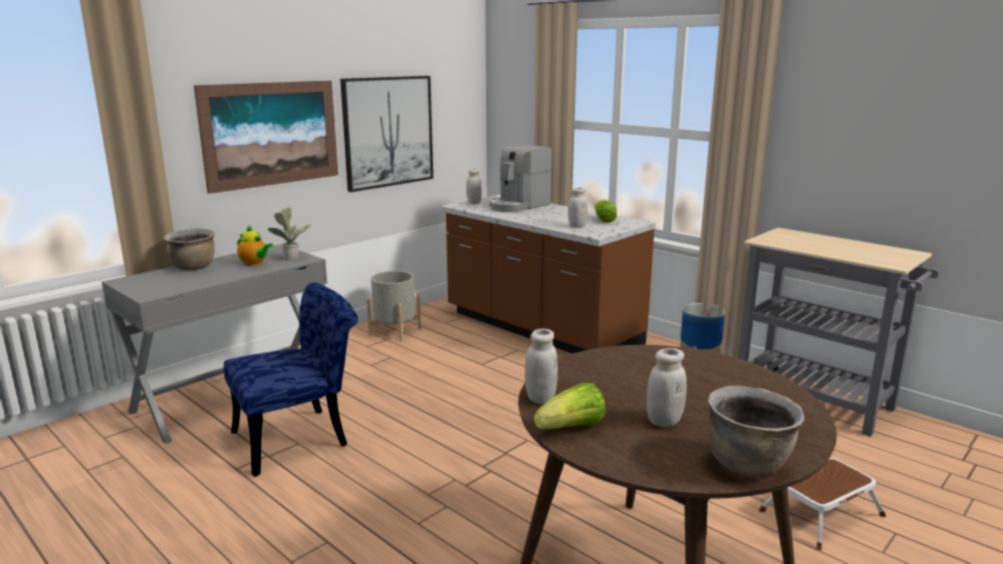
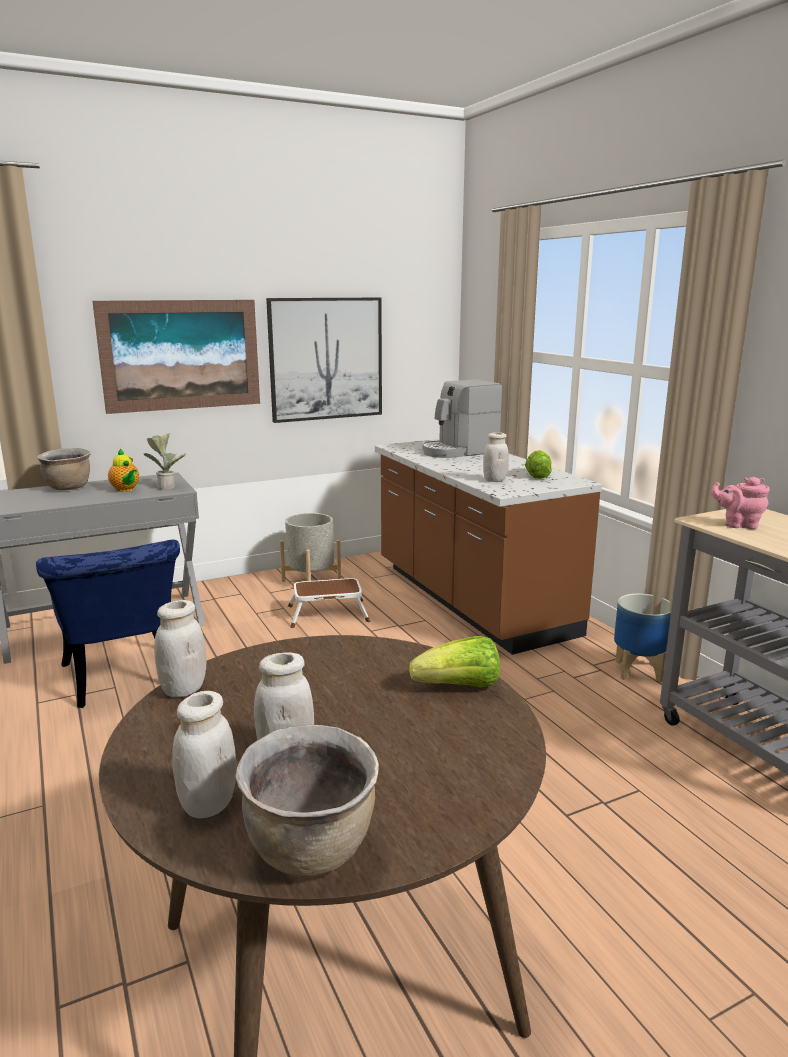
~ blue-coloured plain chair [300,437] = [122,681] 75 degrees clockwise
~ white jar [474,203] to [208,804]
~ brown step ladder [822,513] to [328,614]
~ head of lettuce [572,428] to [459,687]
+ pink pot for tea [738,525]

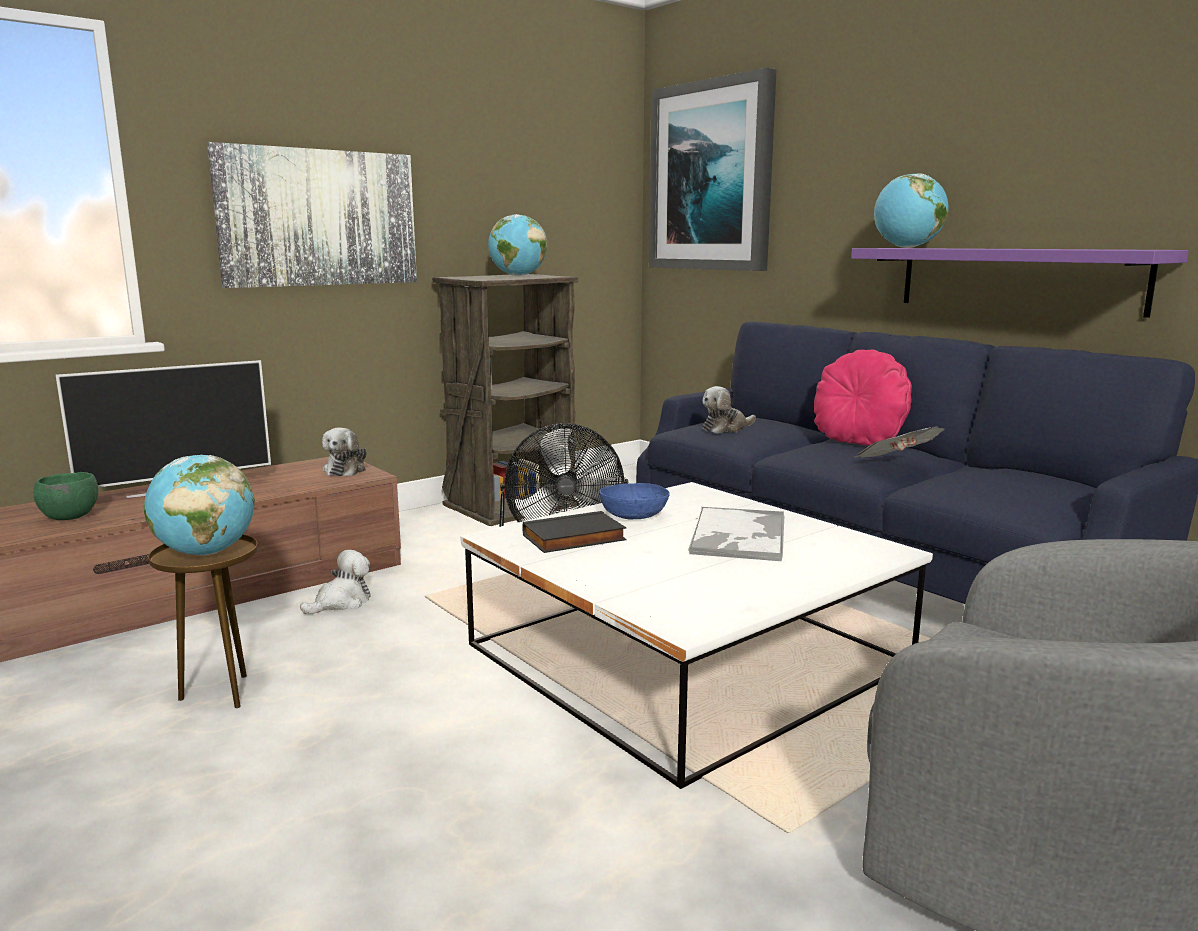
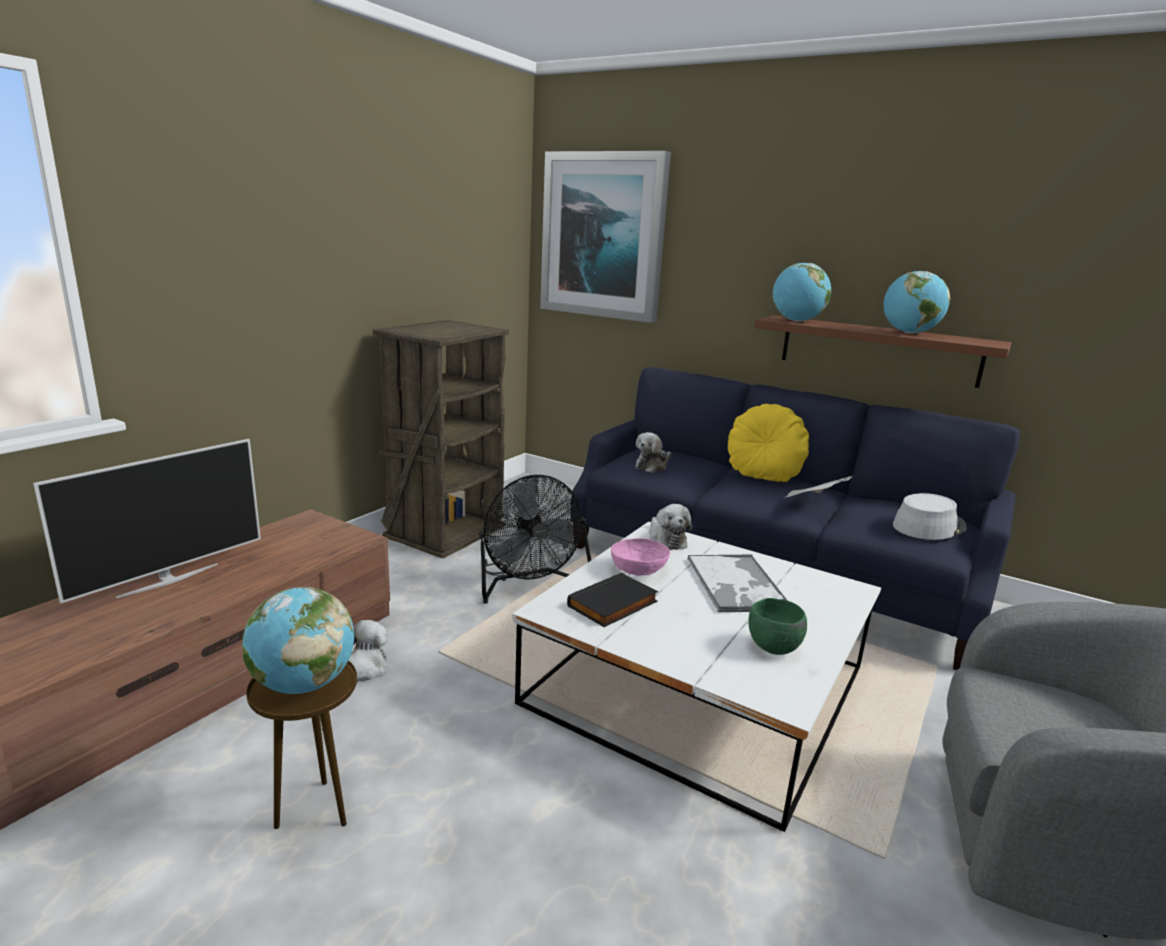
~ blue-coloured serving bowl [634,516] to pink serving bowl [638,569]
~ cuddly toy [346,470] to [666,540]
~ pink throw pillow [858,442] to yellow-coloured throw pillow [763,477]
~ greenish serving bowl [69,517] to [772,648]
~ purple wall shelf [1017,279] to brown wall shelf [878,350]
~ globe [518,276] to [909,333]
+ grey wearable hat [928,526]
- wall picture [319,218]

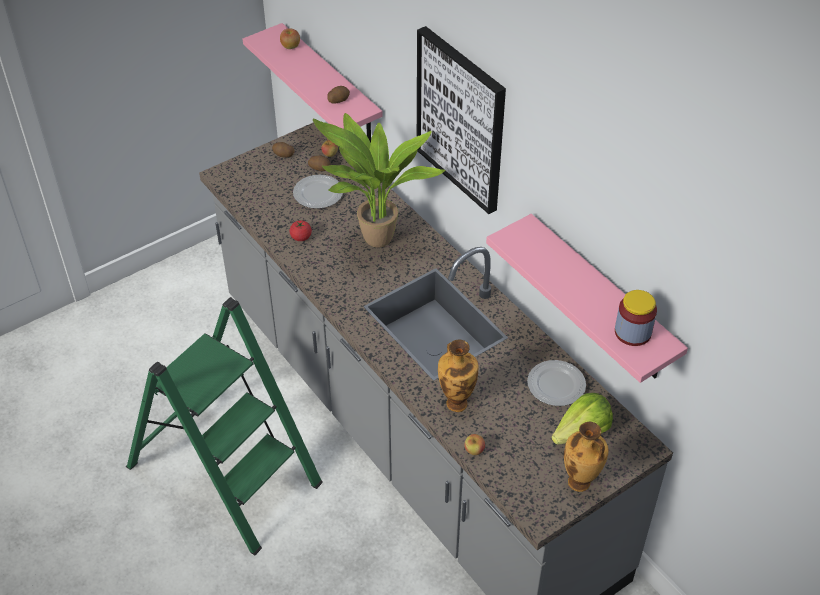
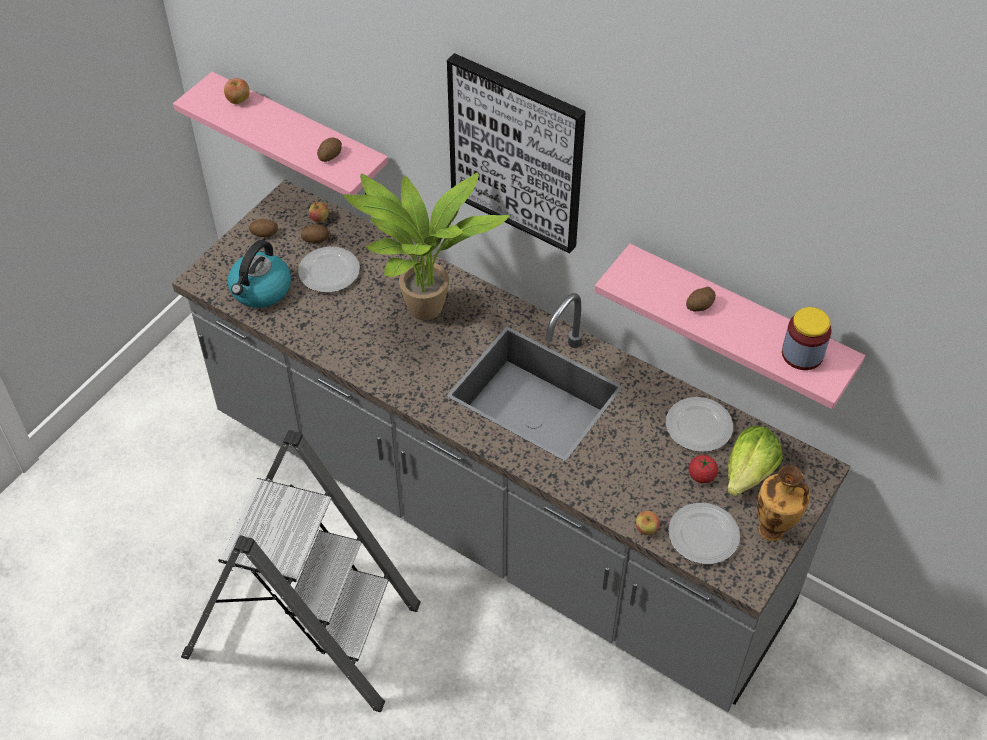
~ greenish step ladder [222,472] to grey step ladder [299,627]
+ water kettle [260,290]
+ plate [703,536]
+ potato [700,306]
~ fresh tomato [301,237] to [701,475]
- decorative vase [456,402]

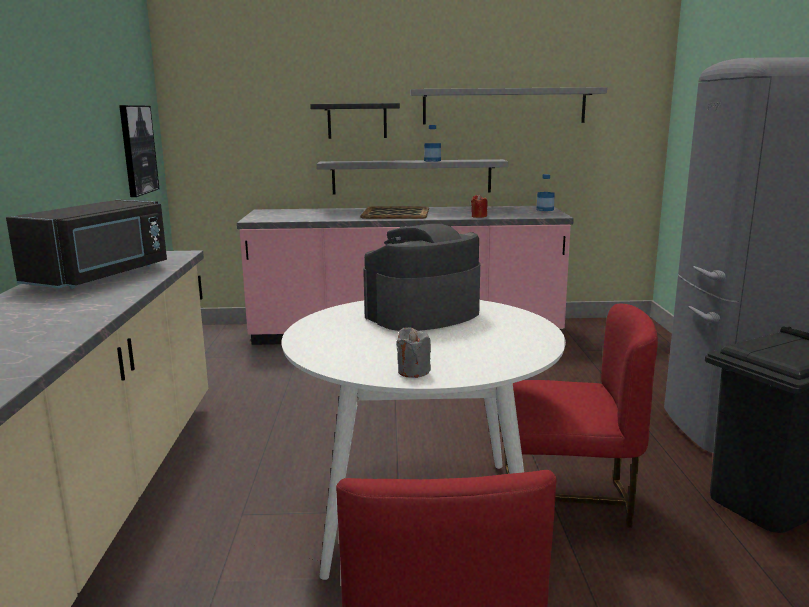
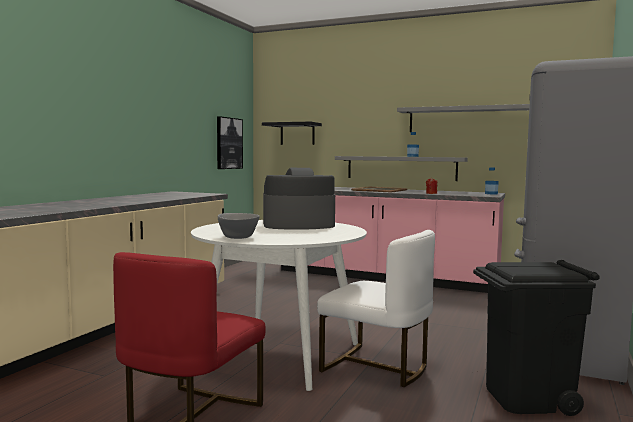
~ grey wax candle [413,371] to grey serving bowl [237,238]
~ black wall shelf [357,121] to [297,134]
~ red-coloured plain chair [565,501] to white plain chair [376,367]
- black microwave oven [102,276]

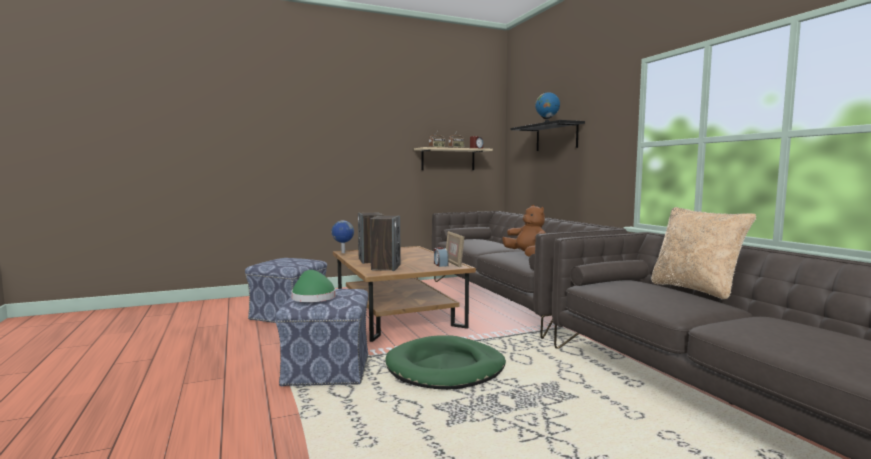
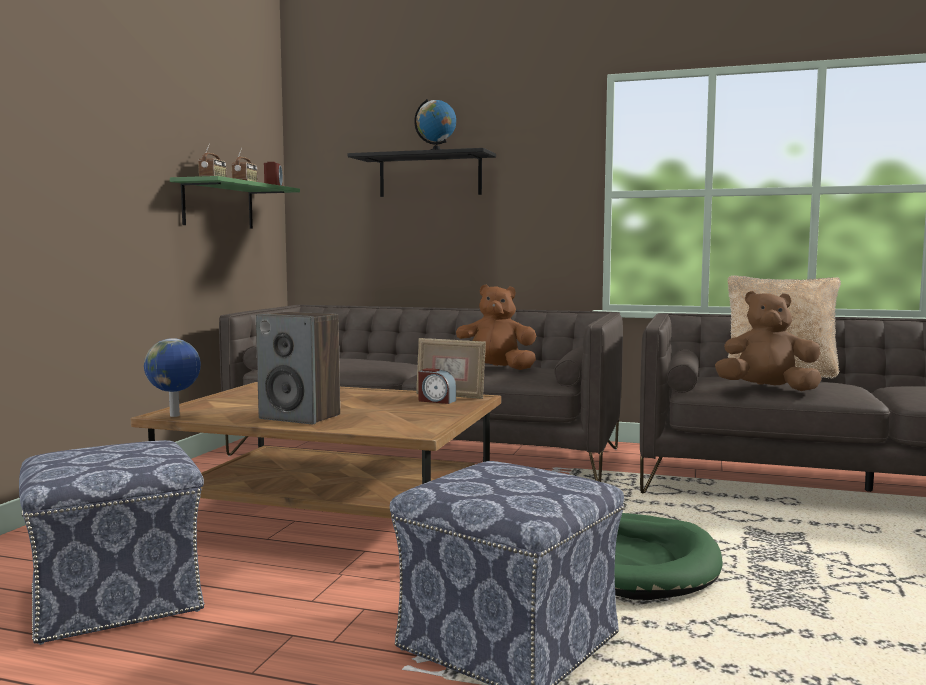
~ beige wall shelf [448,159] to greenish wall shelf [218,205]
+ brown cuddly toy [767,389]
- greenish wearable hat [312,297]
- loudspeaker [386,267]

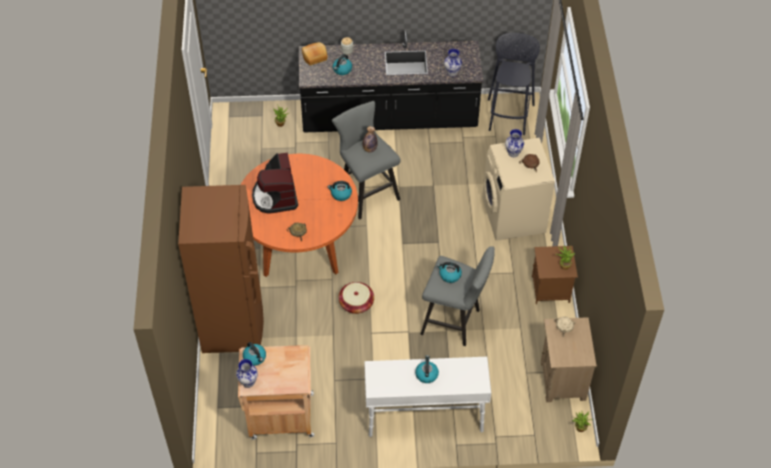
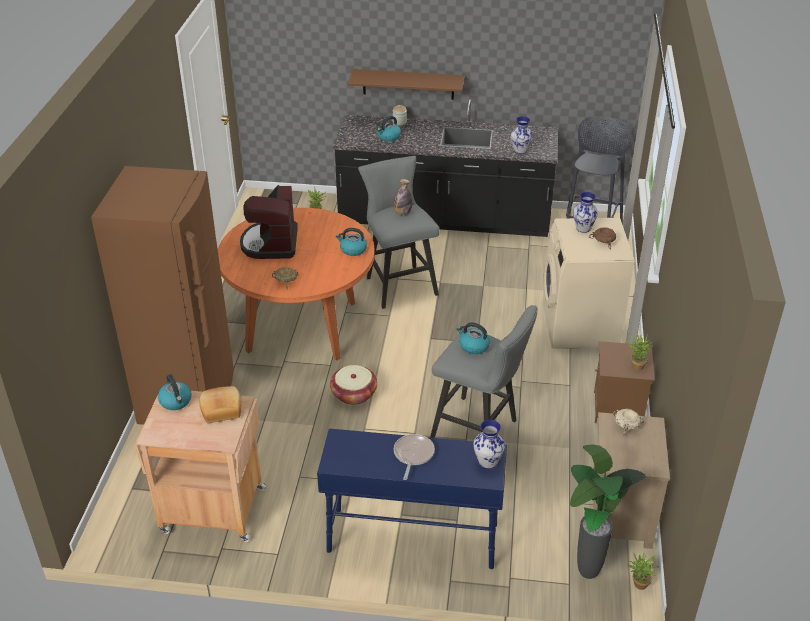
~ bread [314,56] to [221,410]
~ white console table [424,416] to blue-coloured console table [412,537]
+ brown wall shelf [408,84]
~ water kettle [426,374] to frying pan [413,455]
~ decorative vase [247,382] to [487,462]
+ plant in a pot [587,574]

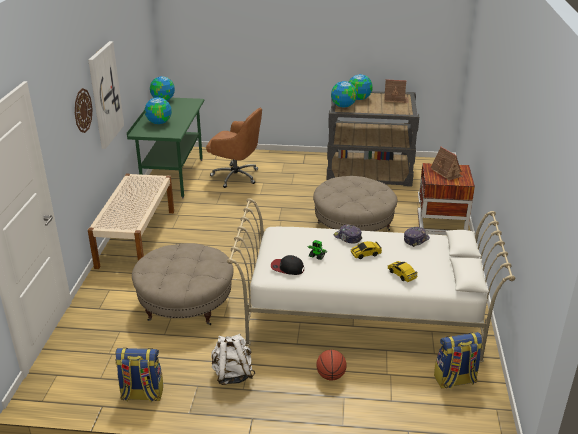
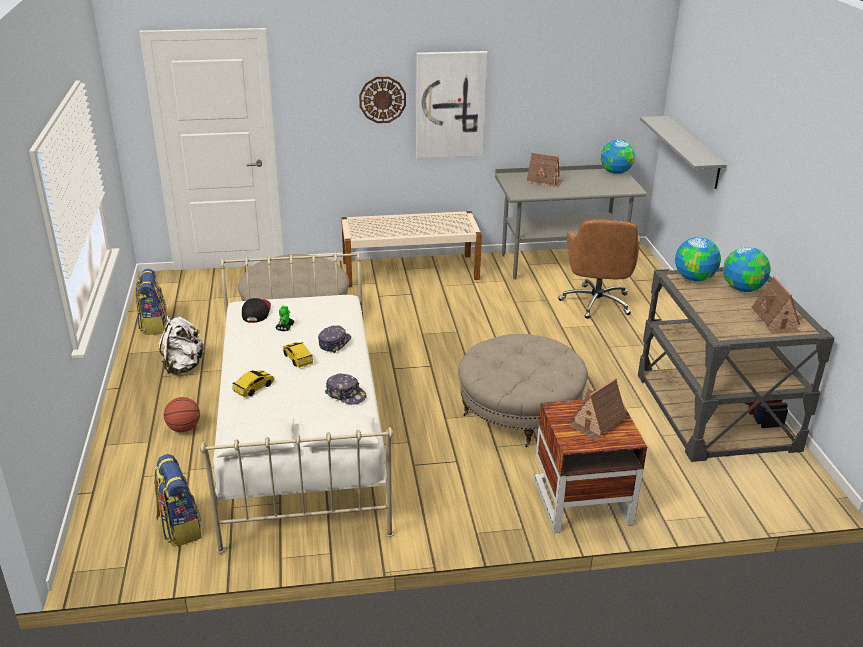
~ greenish desk table [173,177] to grey desk table [561,264]
~ globe [159,123] to model house [544,181]
+ grey wall shelf [693,152]

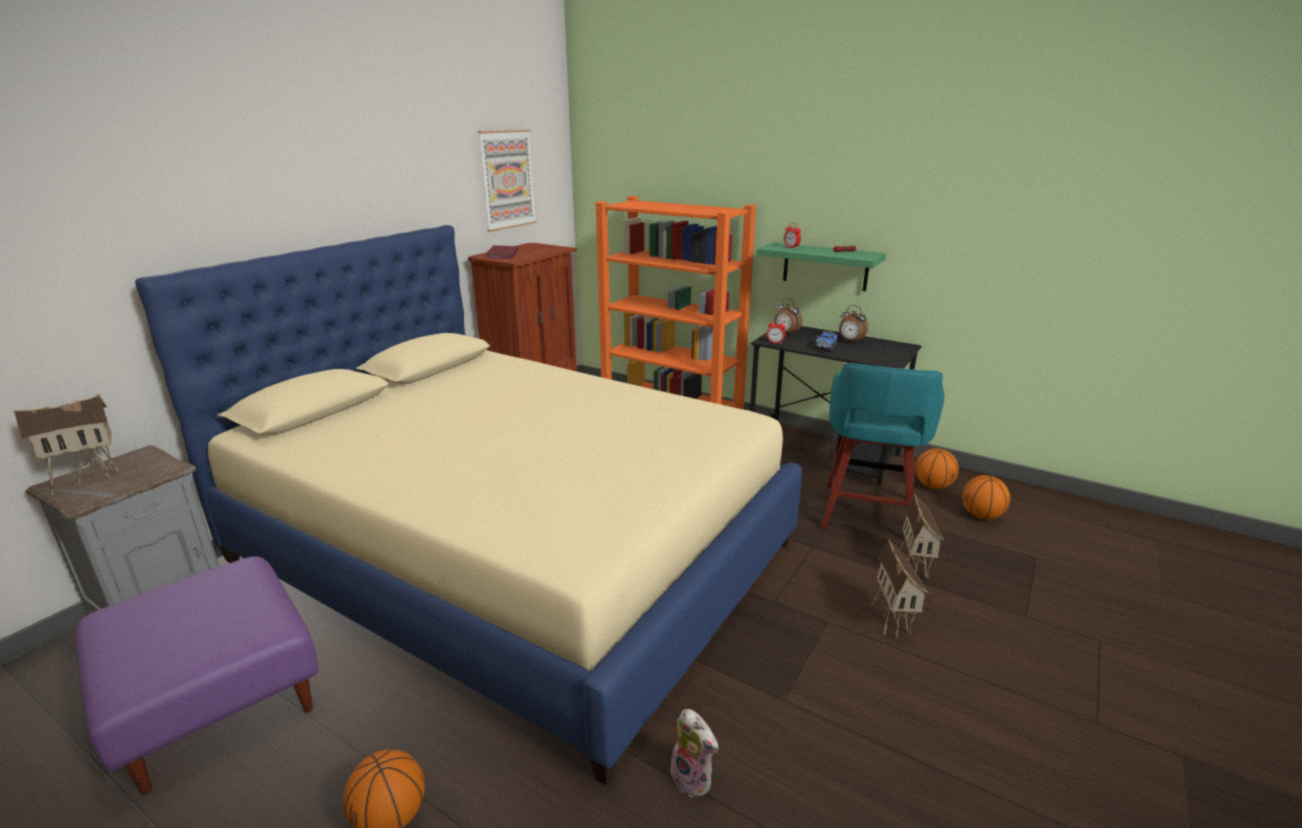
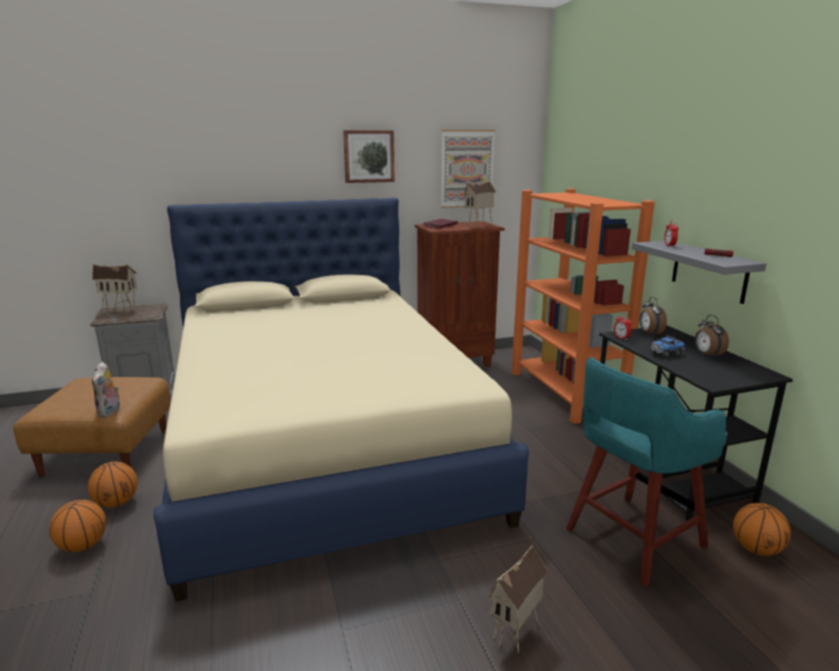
~ purple pouffe [215,702] to brown pouffe [106,452]
~ ball for basketball [981,515] to [116,503]
~ cuddly toy [694,778] to [110,412]
+ wall picture [368,156]
~ model house [914,568] to [479,226]
~ greenish wall shelf [825,266] to grey wall shelf [709,271]

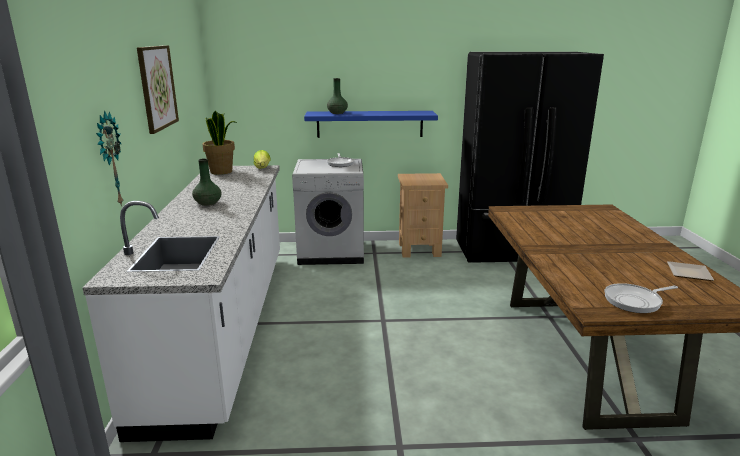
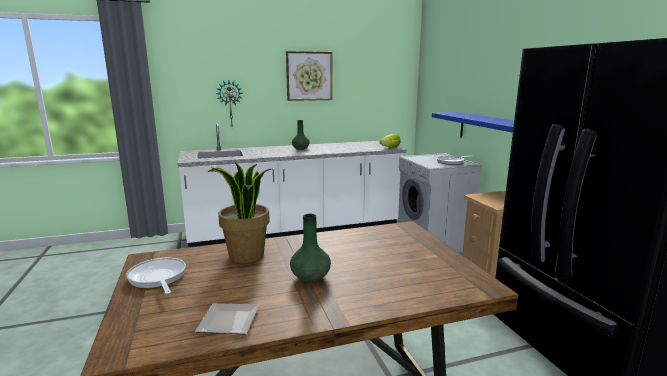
~ plant in a pot [221,172] to [246,256]
~ greenish decorative vase [337,113] to [310,277]

